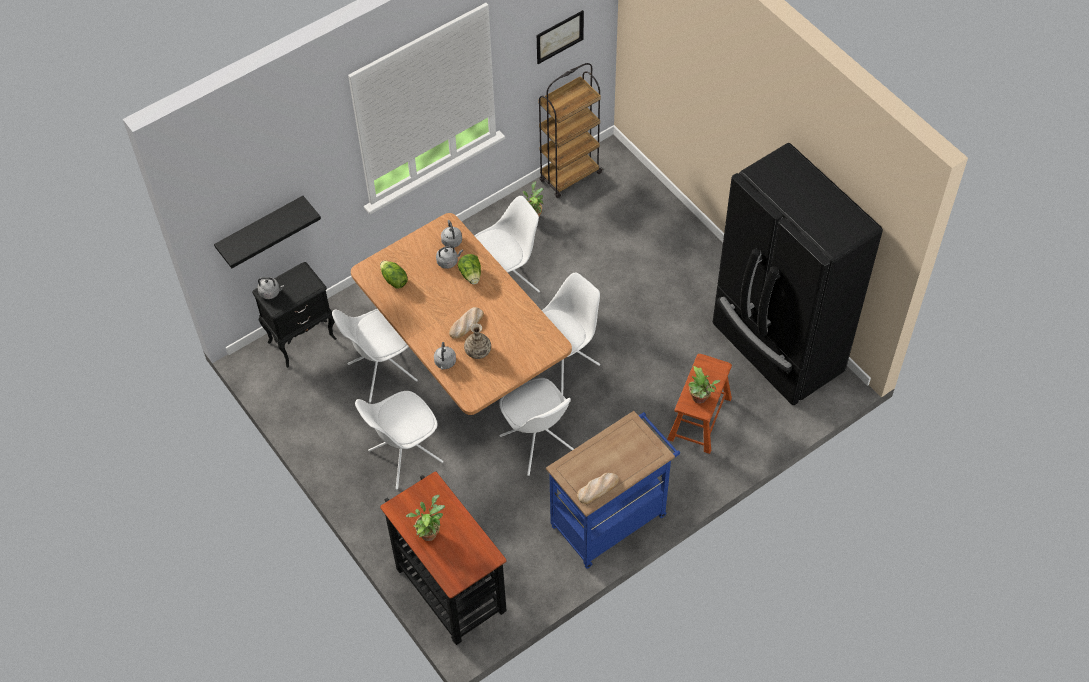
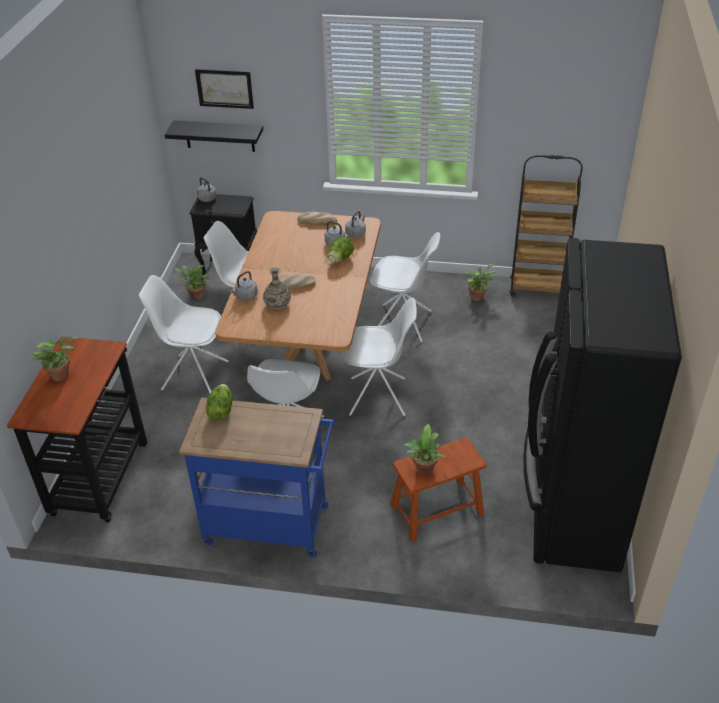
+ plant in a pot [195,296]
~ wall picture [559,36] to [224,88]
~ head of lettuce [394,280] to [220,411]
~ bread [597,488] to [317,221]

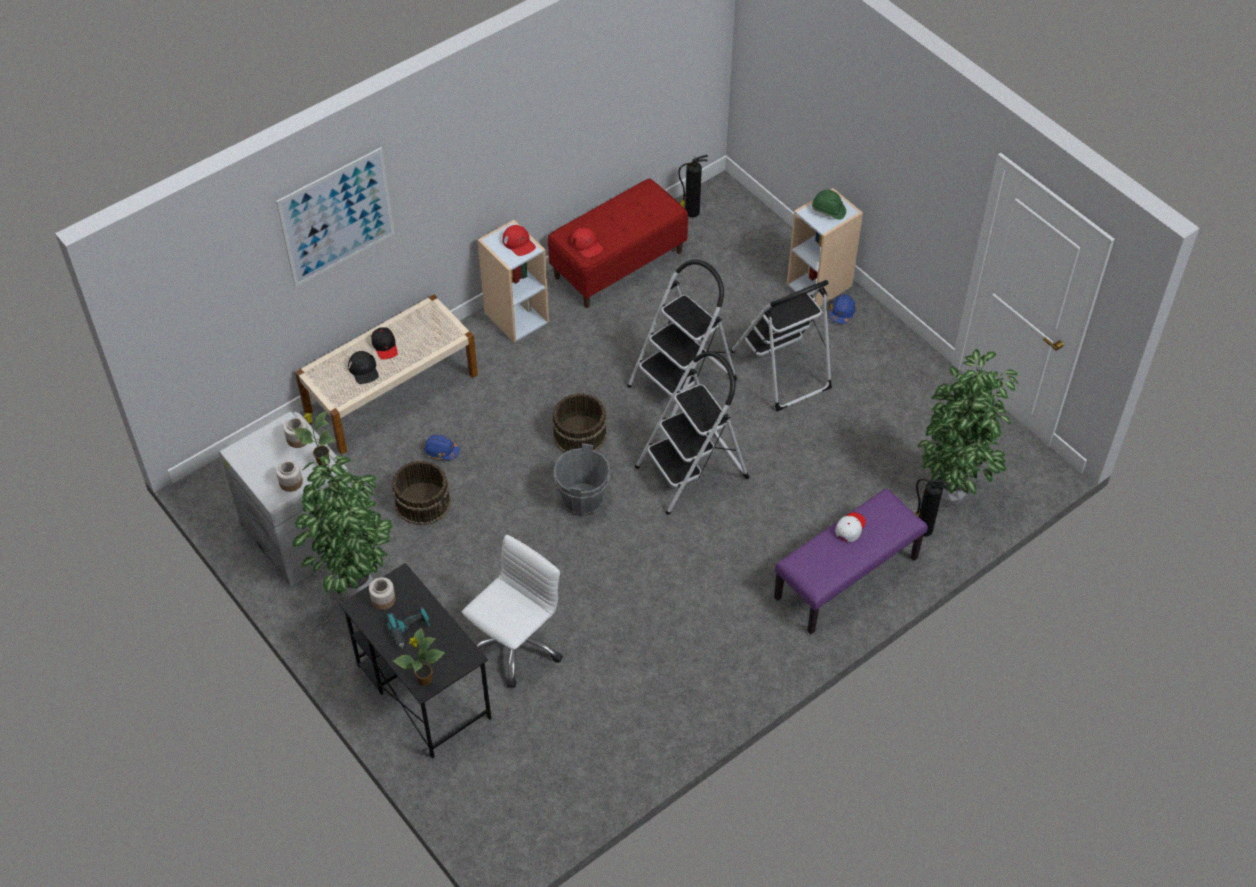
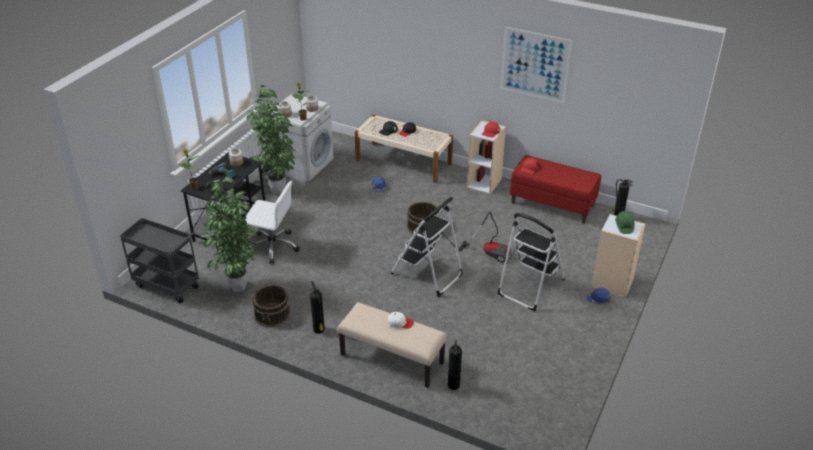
+ grey wheeled cart [168,287]
~ plant in a pot [951,497] to [239,288]
~ brown pail [423,502] to [273,314]
+ fire-fighting cylinder [319,330]
~ purple bench [846,579] to beige bench [391,359]
~ step ladder [685,382] to vacuum cleaner [489,252]
~ wall picture [337,217] to [535,65]
- grey pail [583,500]

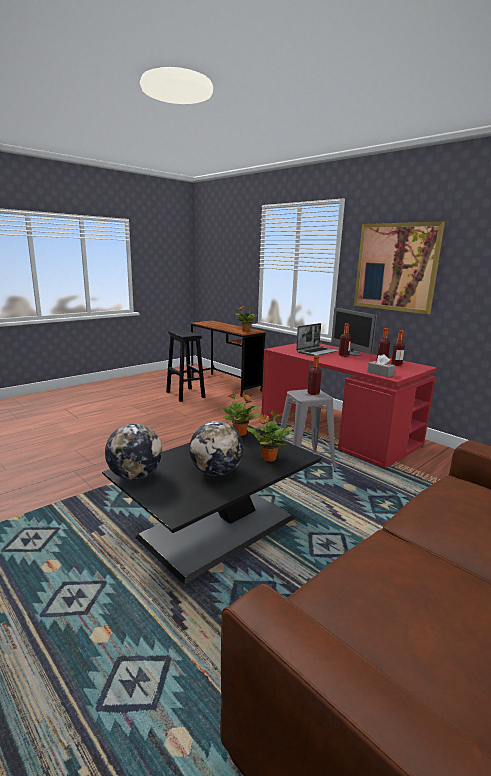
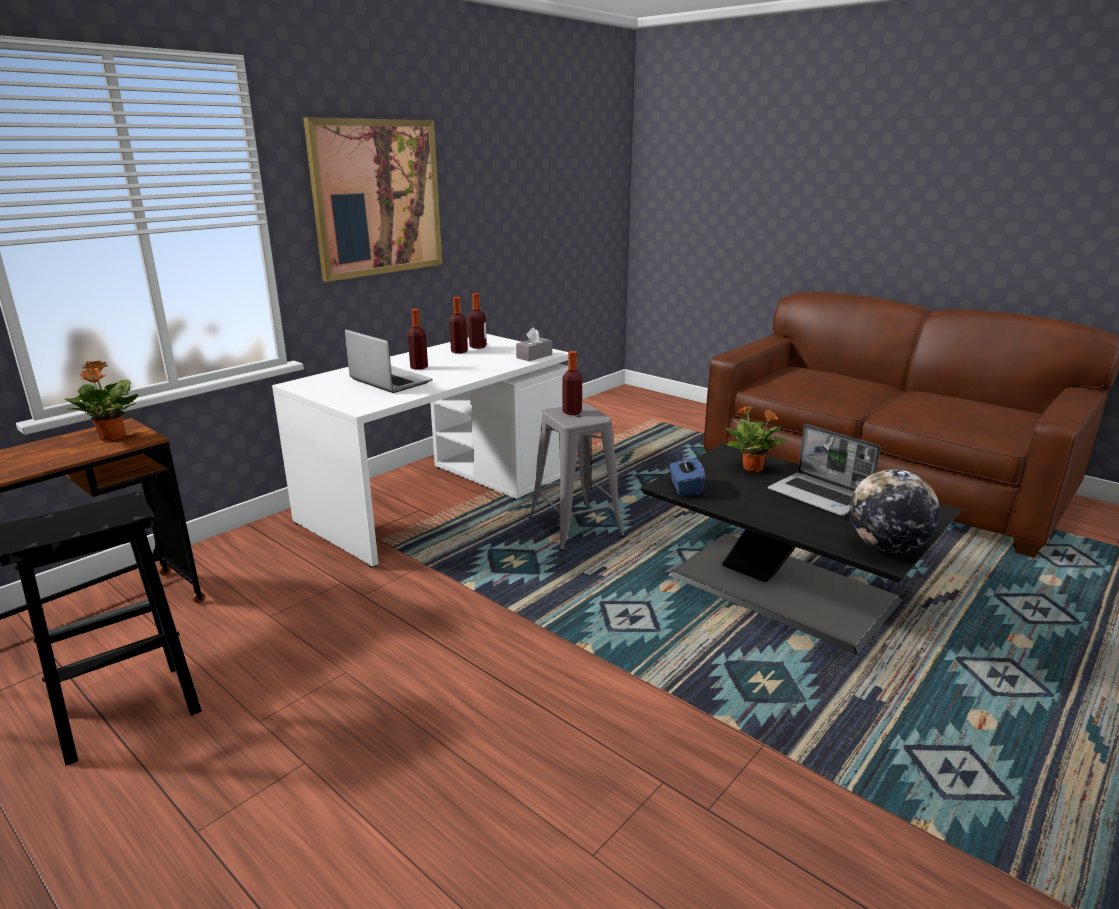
~ red-coloured desk table [337,432] to white desk table [440,497]
~ plant in a pot [240,433] to blue-coloured box of tissues [685,488]
~ globe [216,472] to notebook computer [820,496]
- computer screen [350,353]

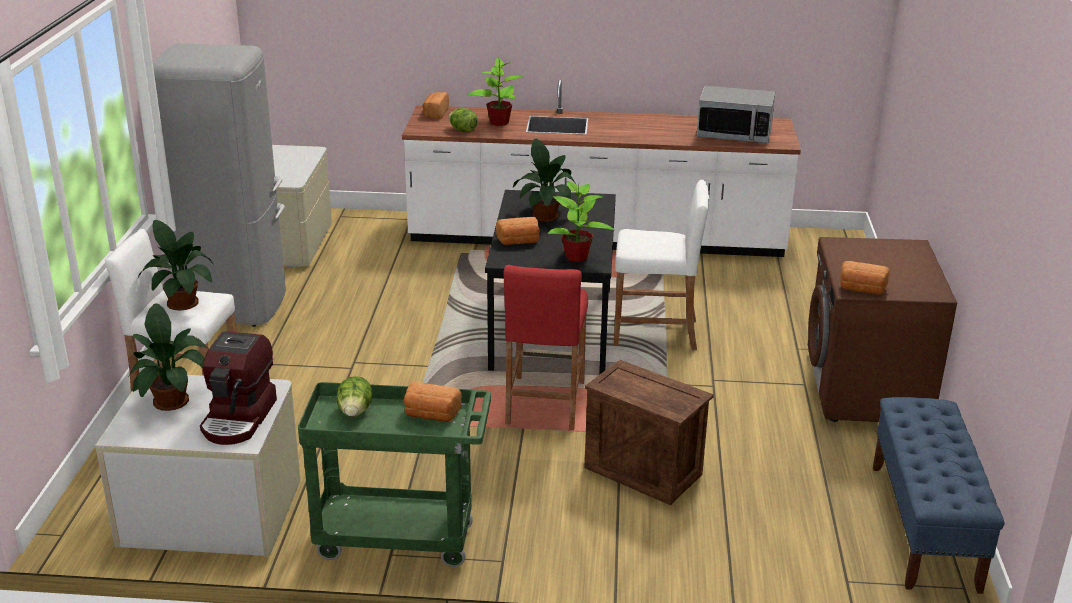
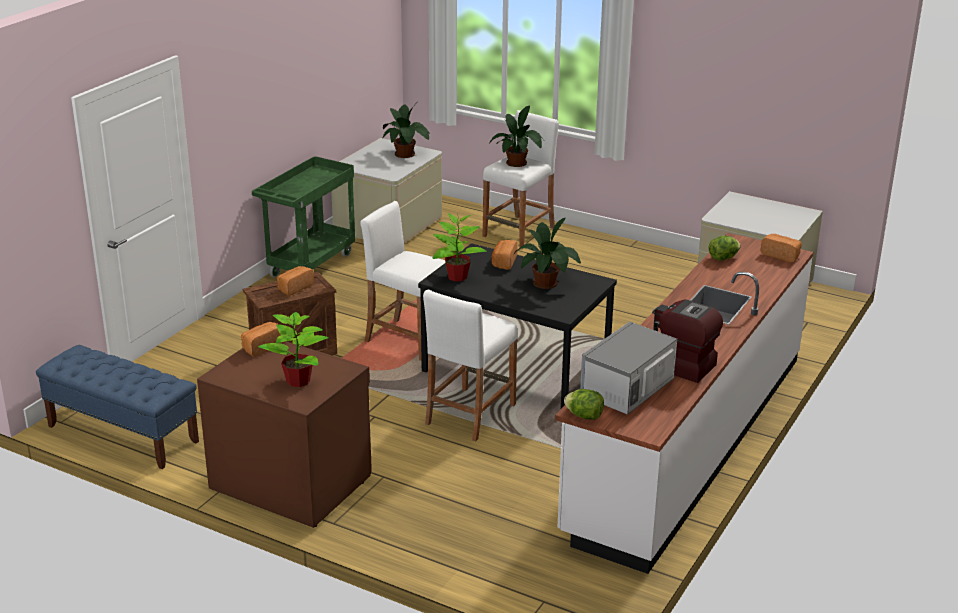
~ plant in a pot [498,122] to [299,381]
~ bread [431,415] to [294,288]
~ red-coloured sitting stool [544,403] to white sitting stool [409,340]
~ head of lettuce [355,412] to [584,416]
~ coffee brewer [239,418] to [677,365]
- grey refrigerator [240,305]

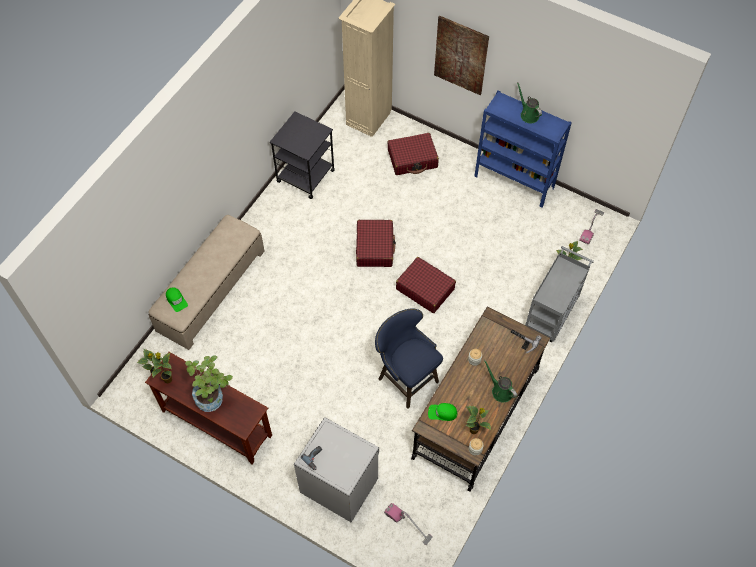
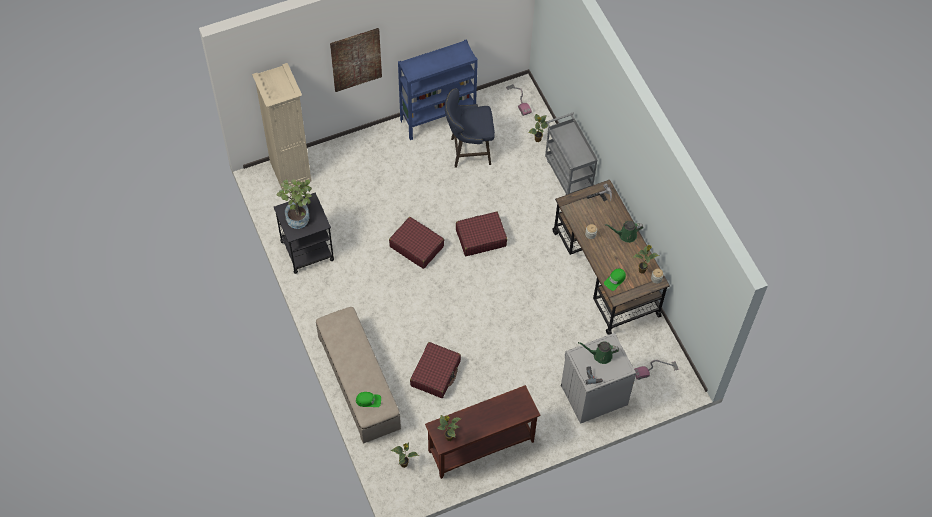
~ plant in a pot [213,398] to [299,216]
~ red-coloured suitcase [412,159] to [435,373]
~ blue-coloured sitting stool [406,378] to [468,151]
~ greenish watering pot [528,114] to [600,355]

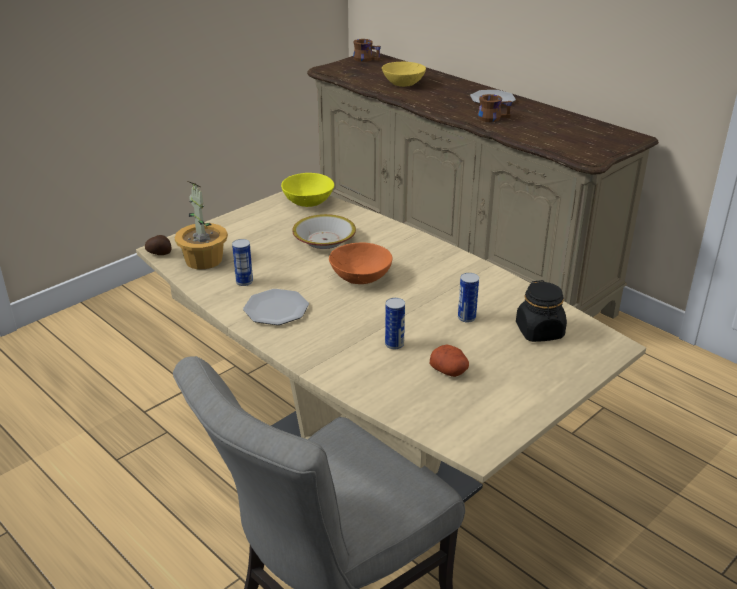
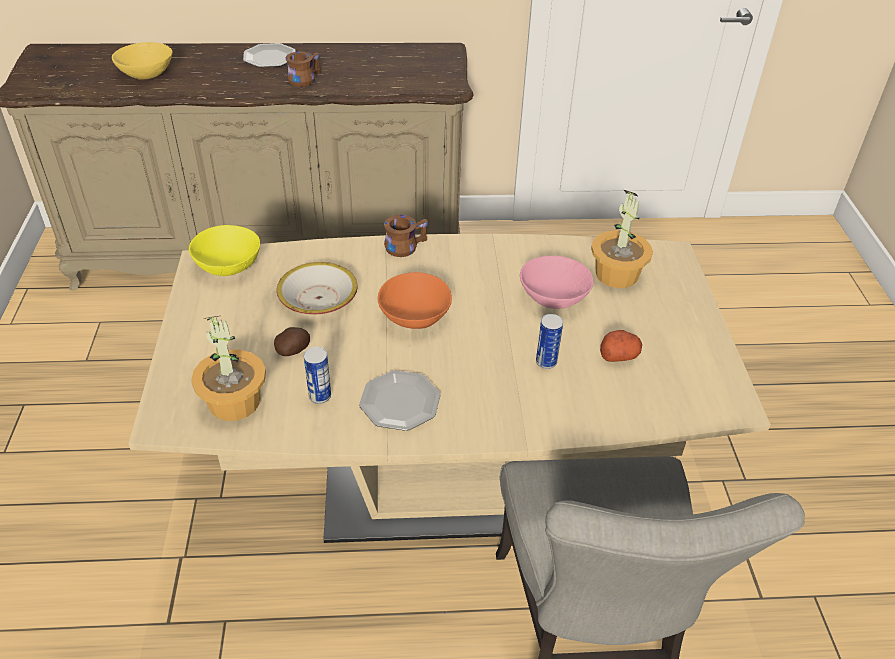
~ potato [160,253] to [293,350]
~ brown tea mug [366,59] to [404,245]
~ metal can [466,317] to pink serving bowl [553,298]
~ black jar [539,331] to plant in a pot [616,275]

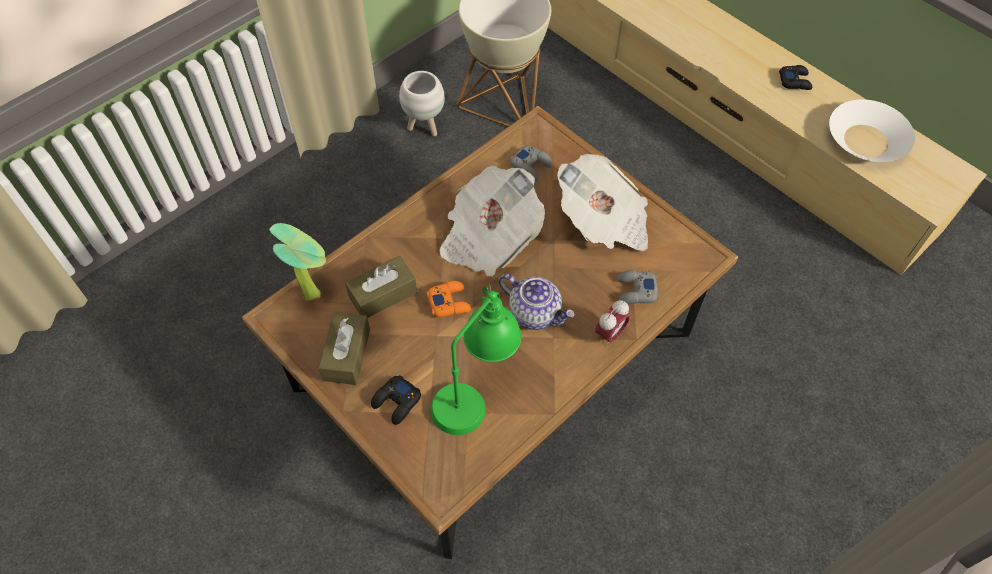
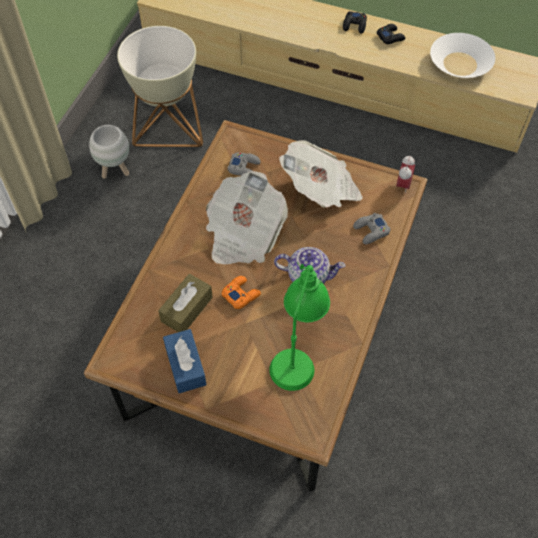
~ brown box of tissues [347,354] to blue-coloured box of tissues [185,366]
~ black game controller [396,402] to [355,25]
~ table clock [610,334] to [403,185]
- plant in a pot [313,292]

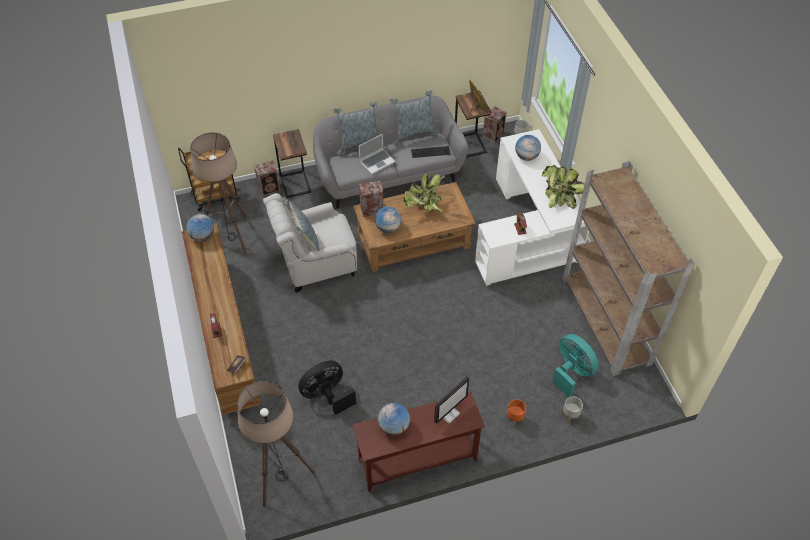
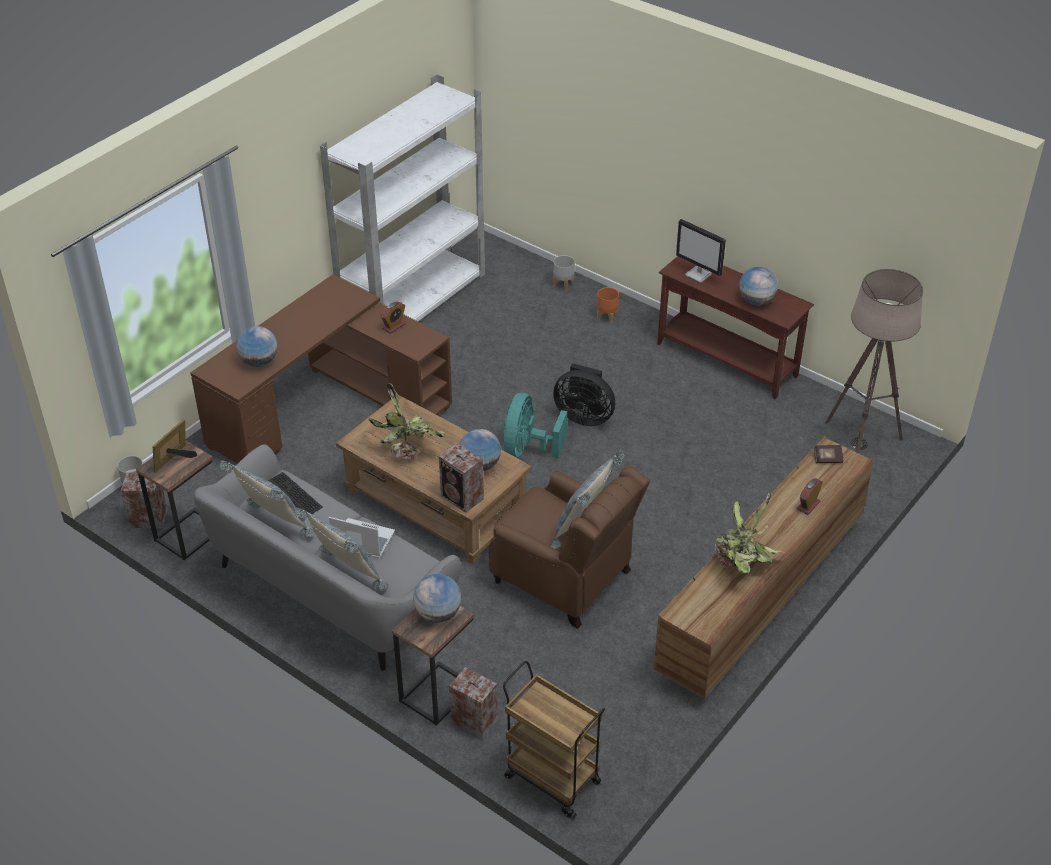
~ white desk table [529,233] to brown desk table [326,406]
~ brown shelving unit [605,320] to white shelving unit [414,302]
~ globe [202,236] to [438,614]
~ white lounge chair [316,263] to brown lounge chair [564,578]
~ turquoise electric fan [571,372] to [527,449]
~ black electric fan [327,395] to [584,416]
~ computer screen [449,413] = [699,275] 150 degrees counterclockwise
~ plant in a pot [558,198] to [743,564]
- standard lamp [231,236]

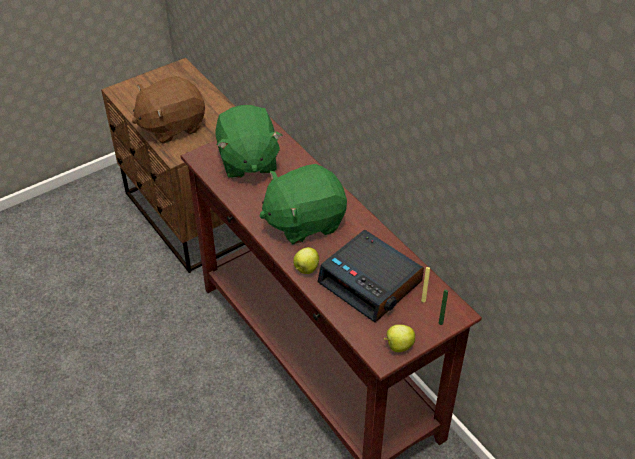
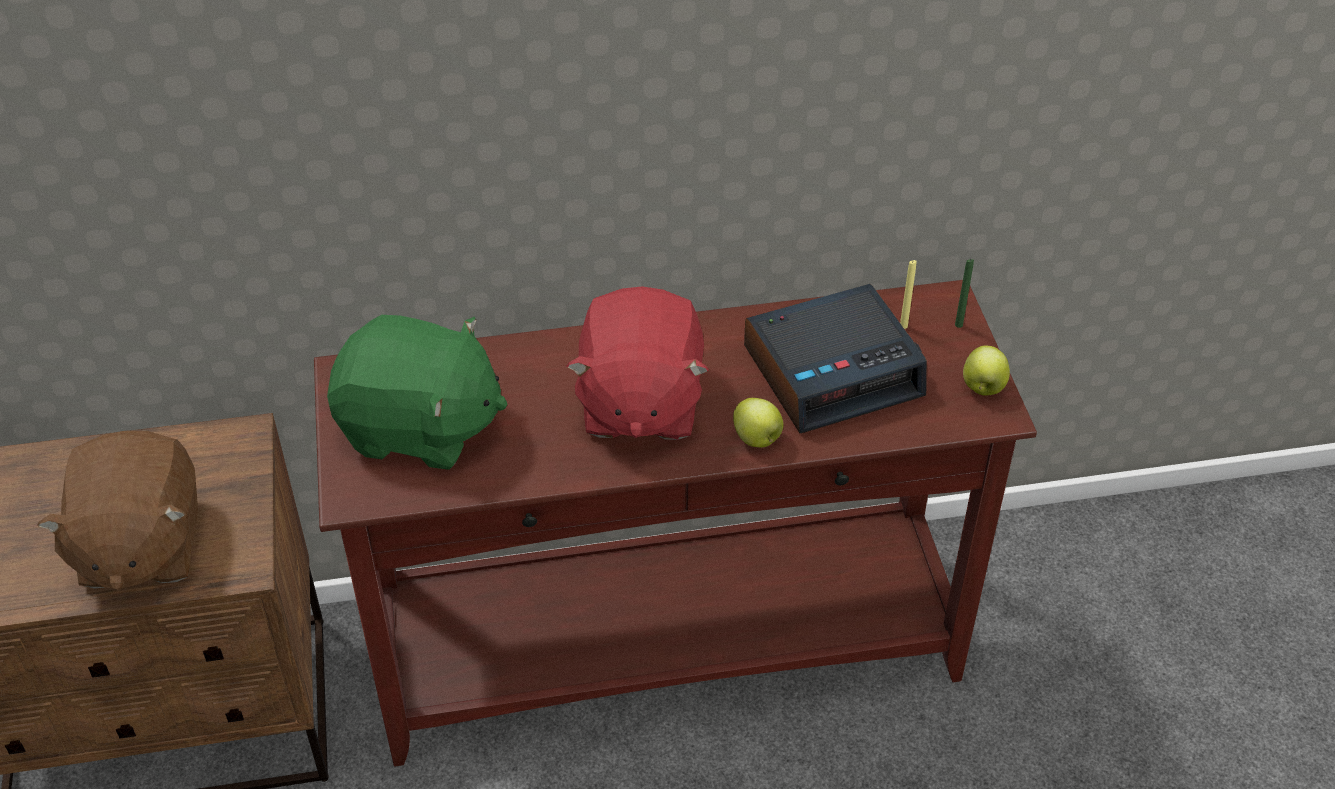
~ greenish cuddly toy [304,221] to red-coloured cuddly toy [639,403]

